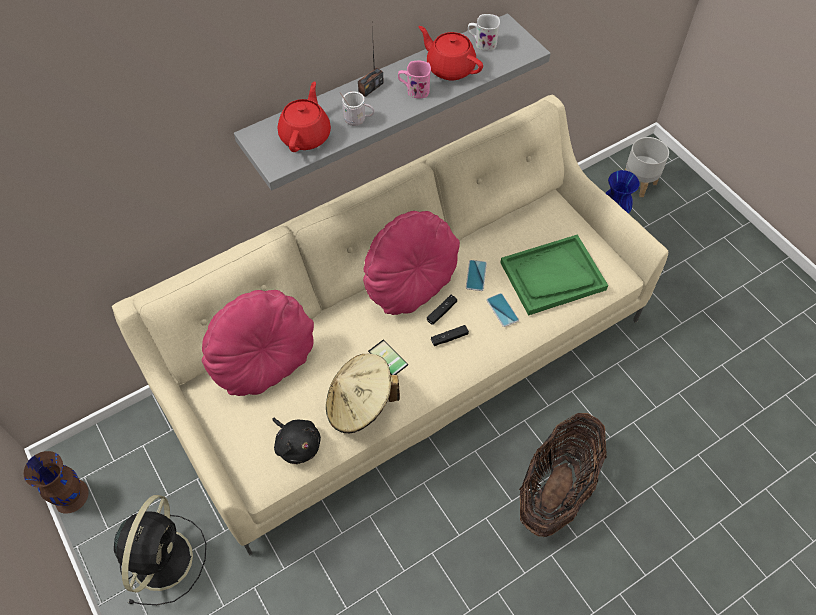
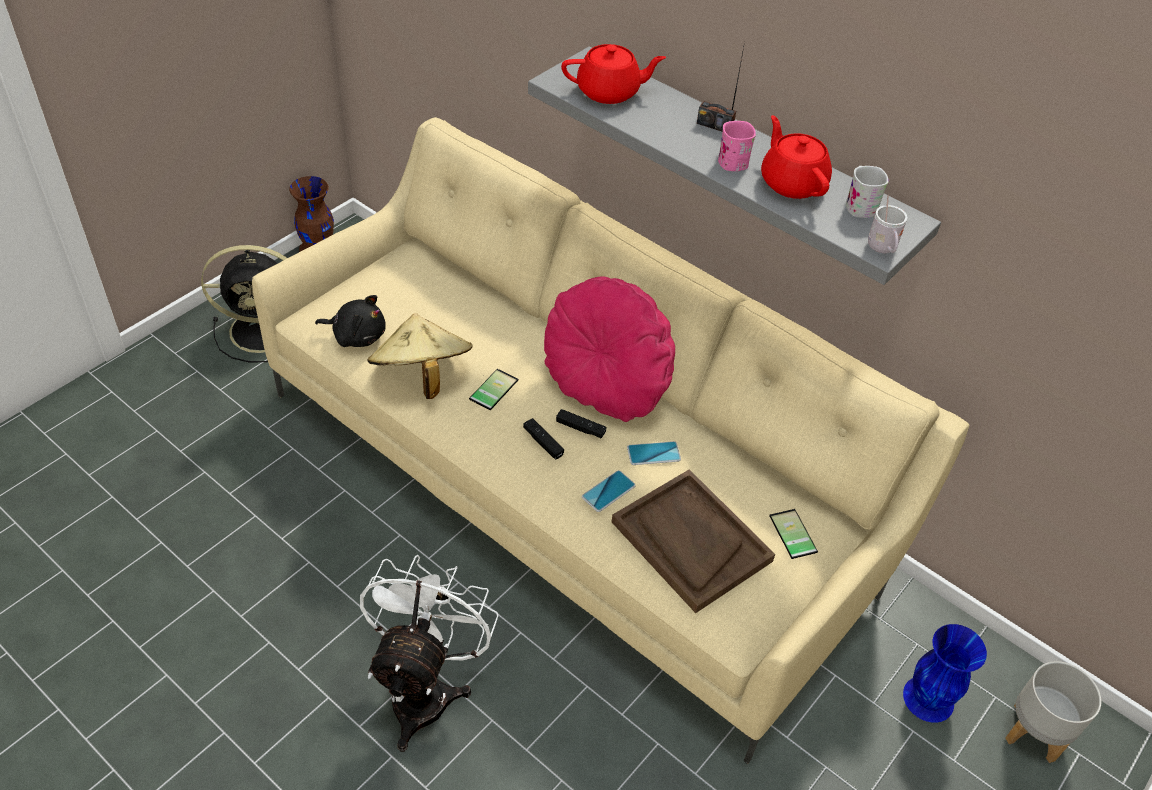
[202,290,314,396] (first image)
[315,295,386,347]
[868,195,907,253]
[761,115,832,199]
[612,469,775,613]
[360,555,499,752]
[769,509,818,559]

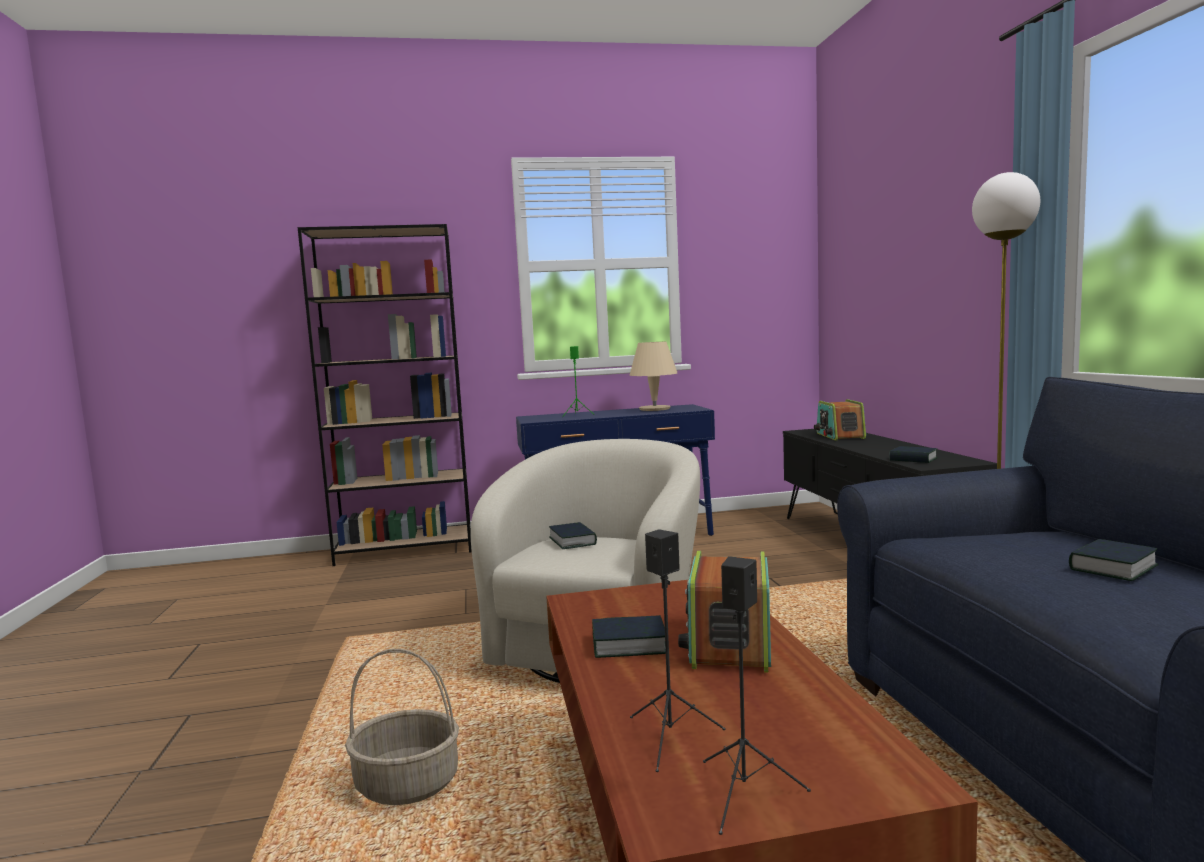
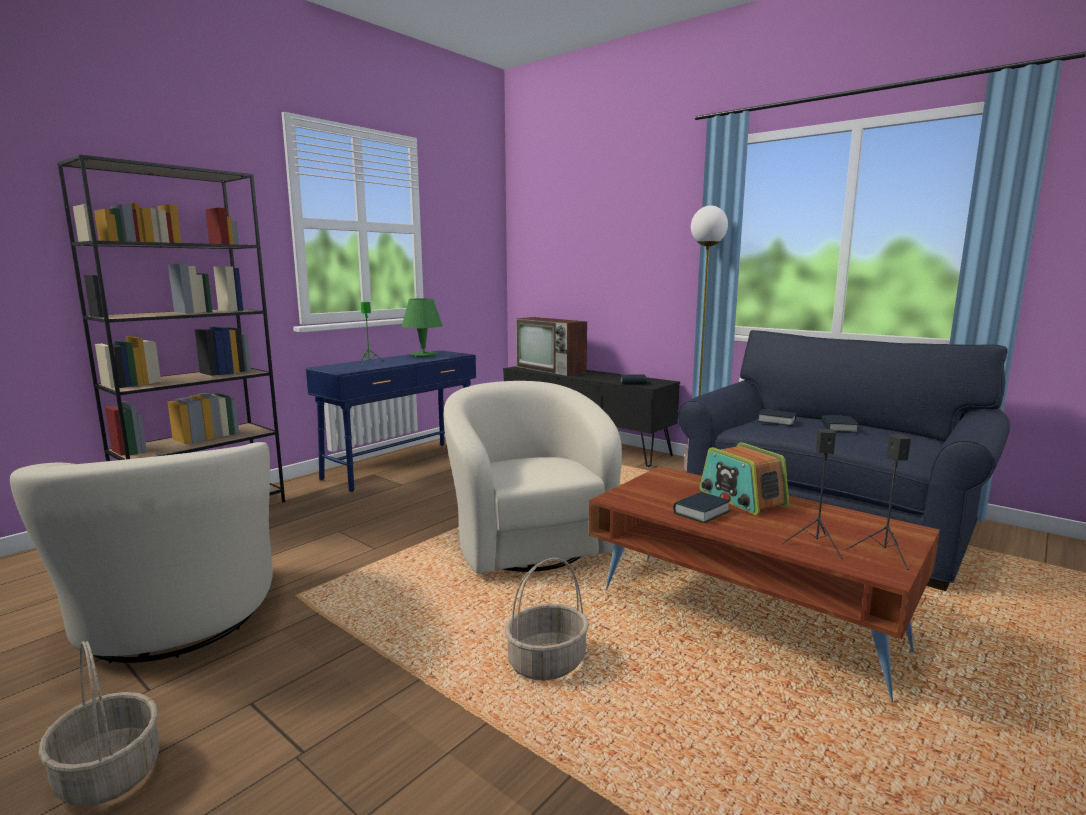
[757,409,796,426]
[402,298,443,357]
[516,317,587,376]
[10,442,273,663]
[38,641,159,806]

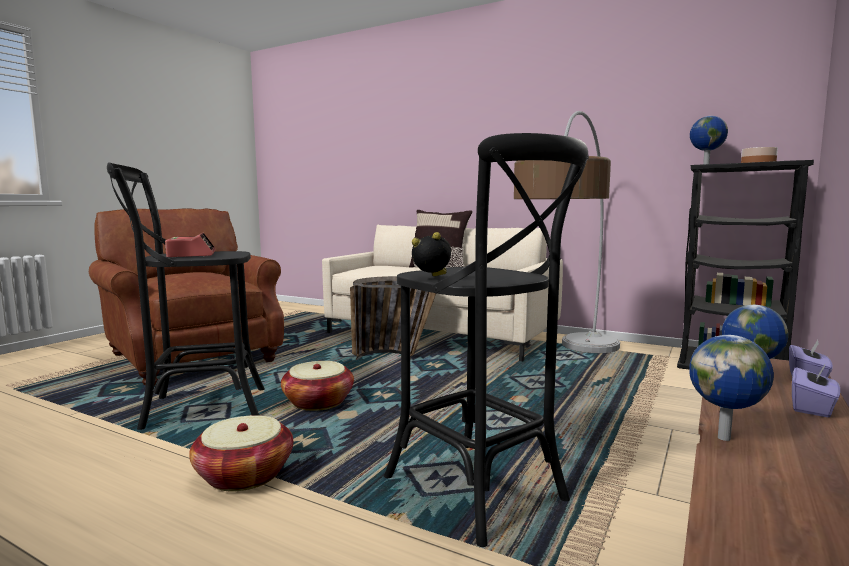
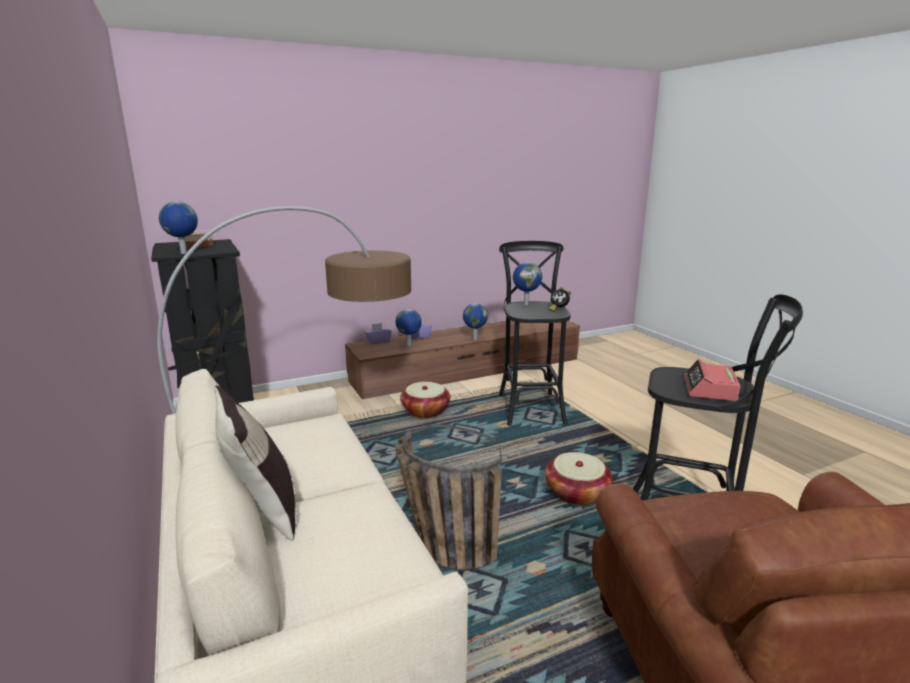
[400,382,450,418]
[513,262,542,305]

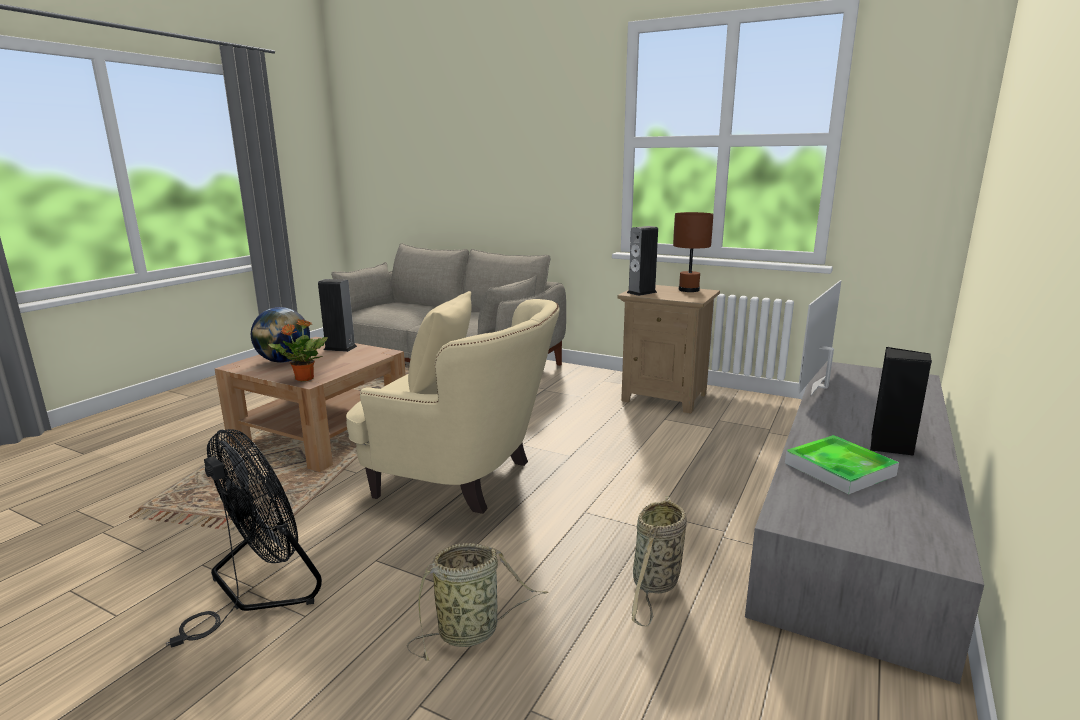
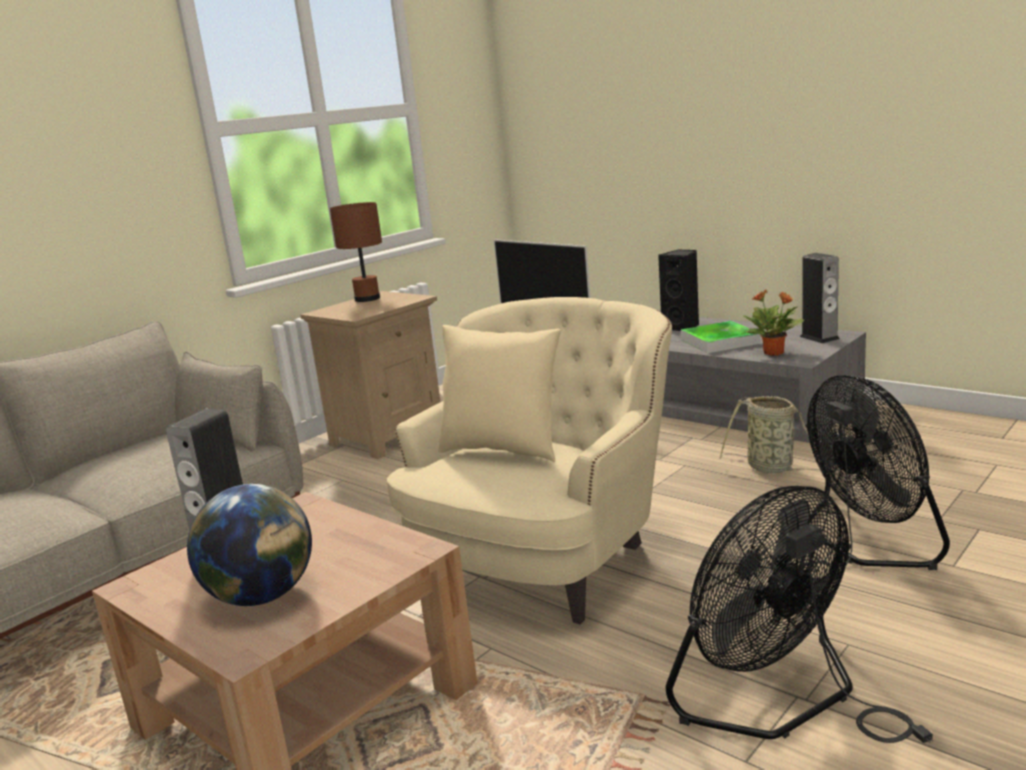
[743,289,804,356]
[804,375,950,580]
[800,253,840,343]

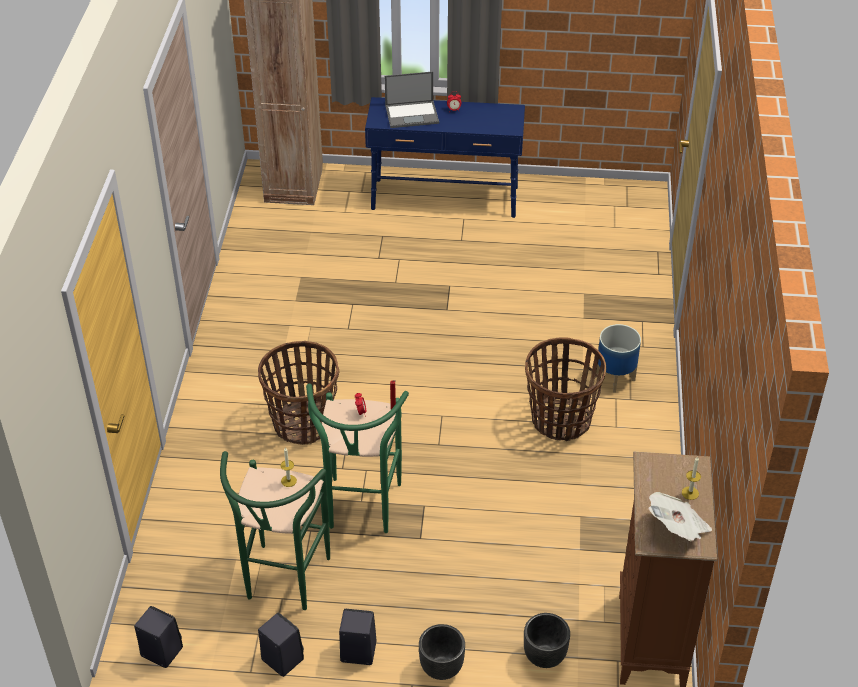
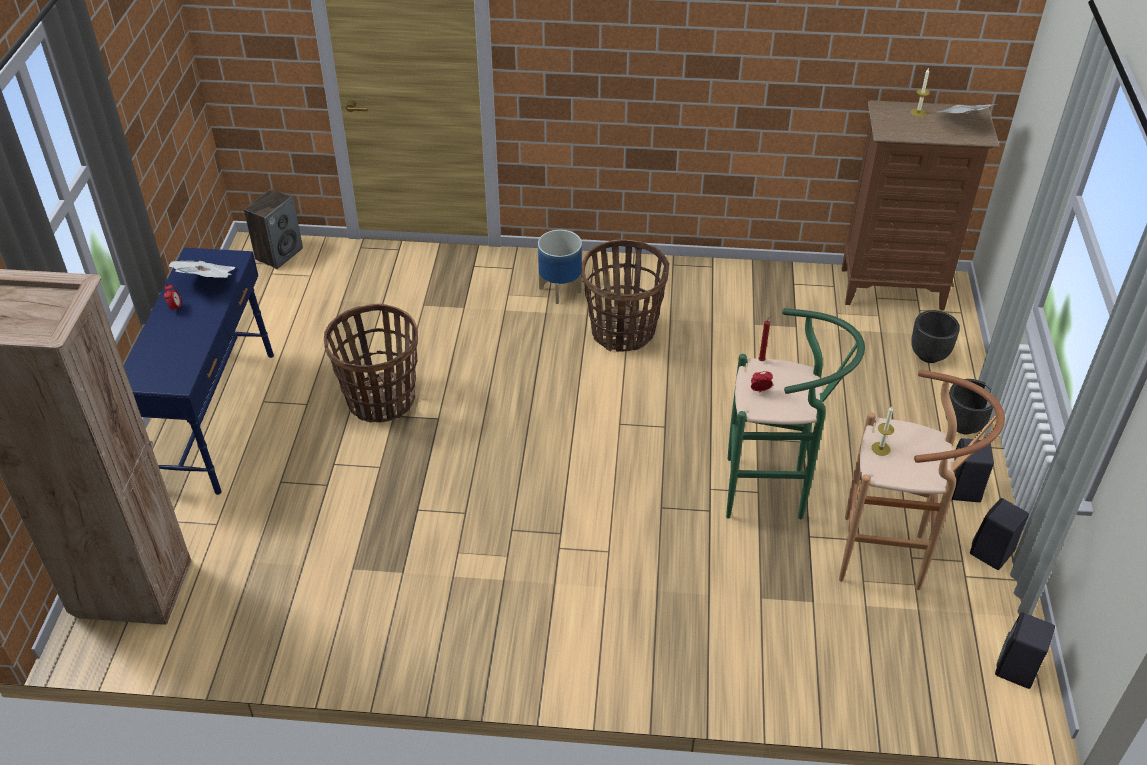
[839,370,1005,590]
[324,304,418,422]
[385,71,439,128] (first image)
[169,261,235,278]
[244,189,303,269]

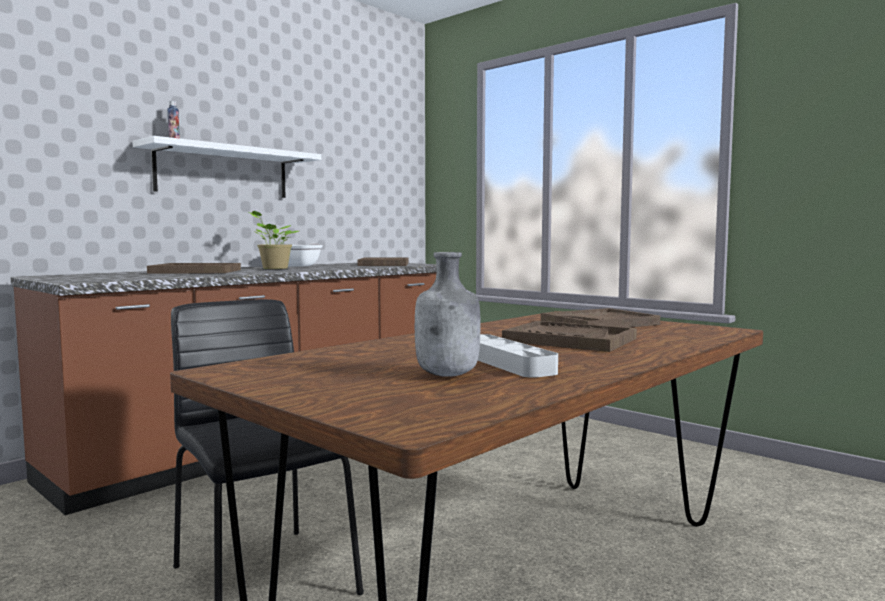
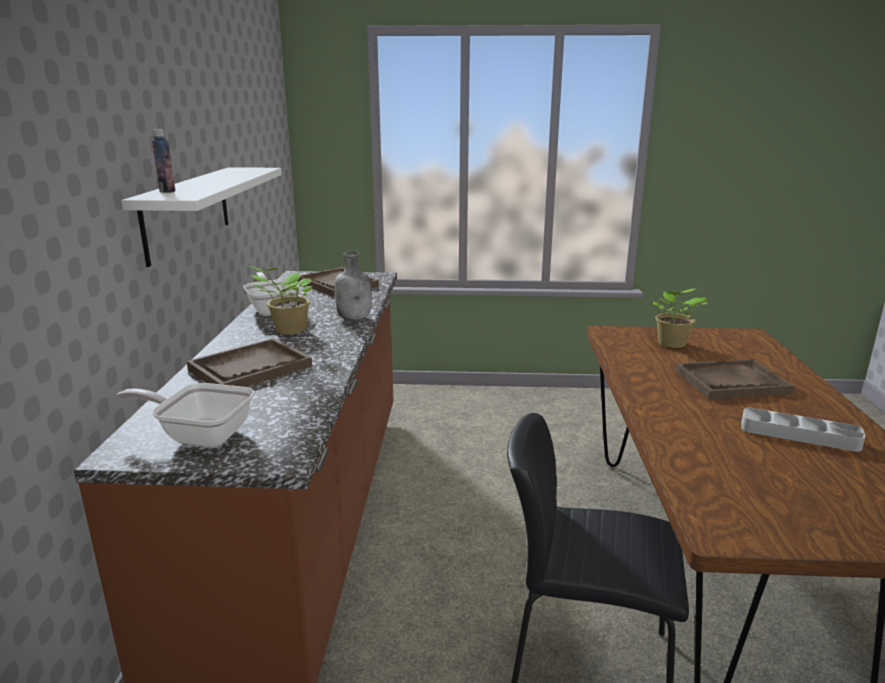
[335,251,372,320]
[653,289,707,348]
[117,383,254,447]

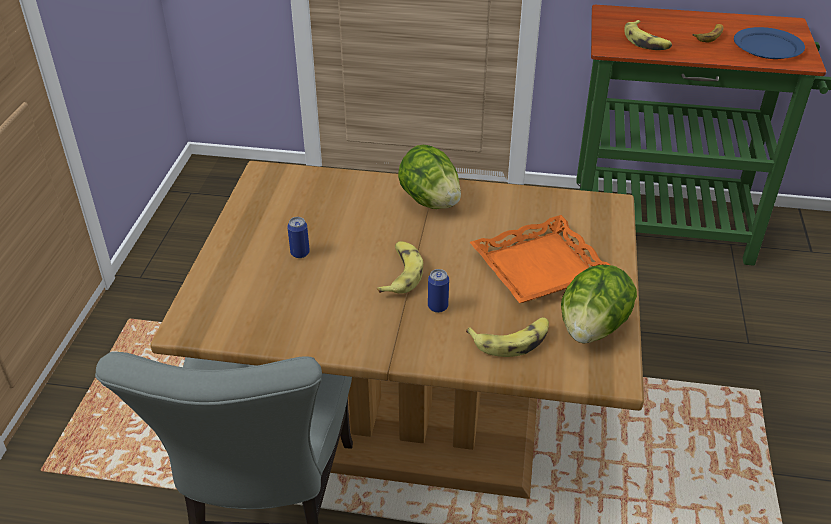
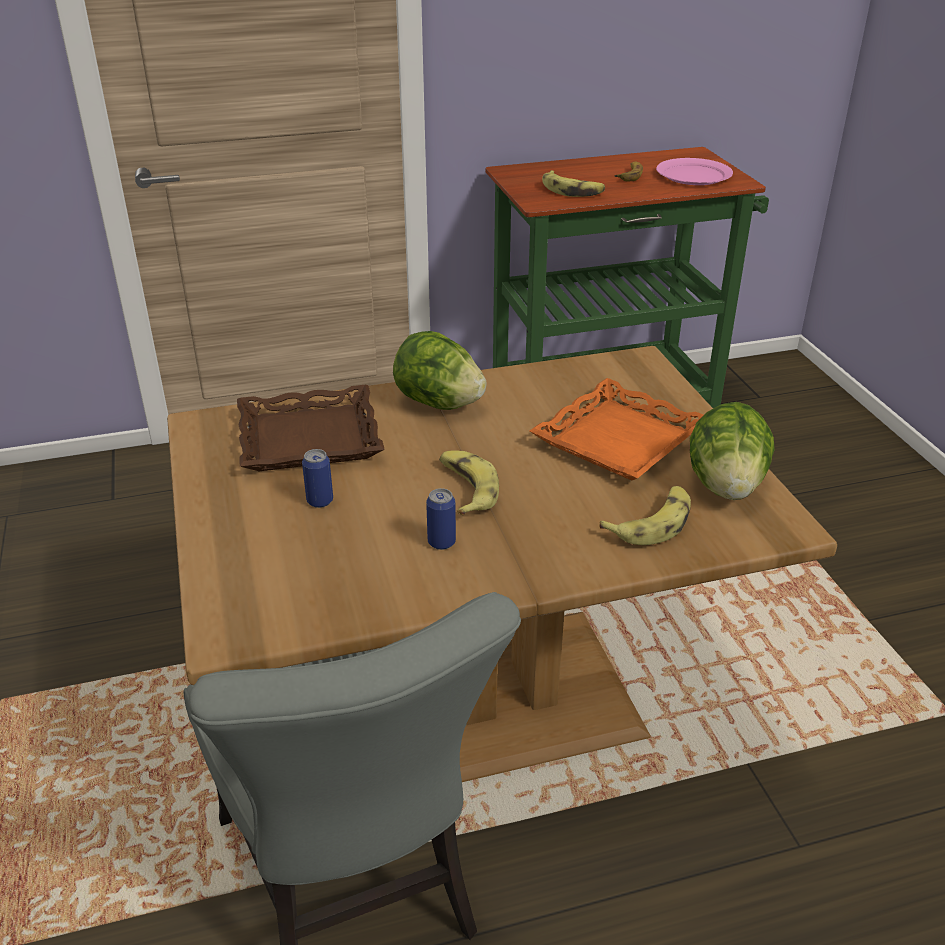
[426,488,456,550]
[656,158,733,185]
[237,385,385,471]

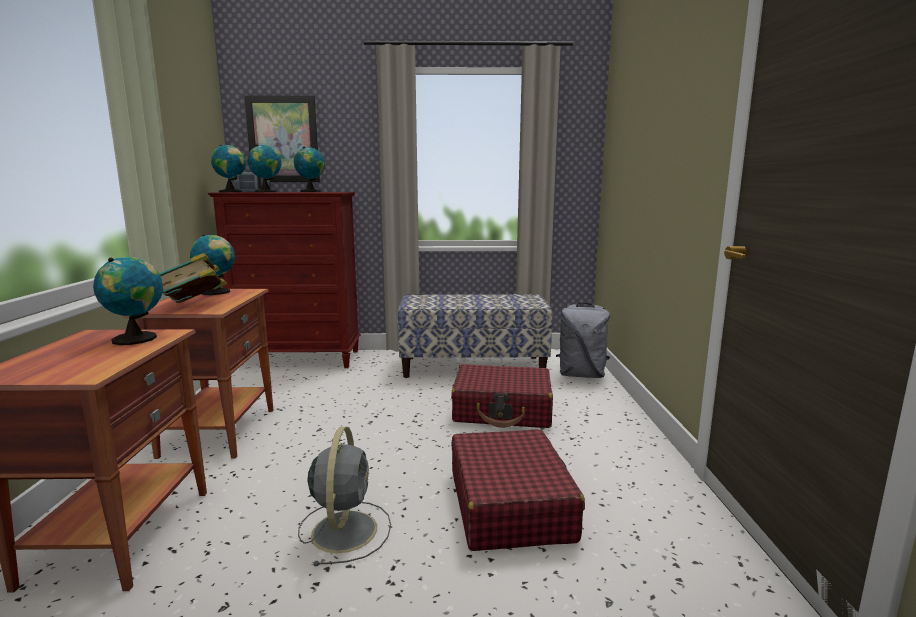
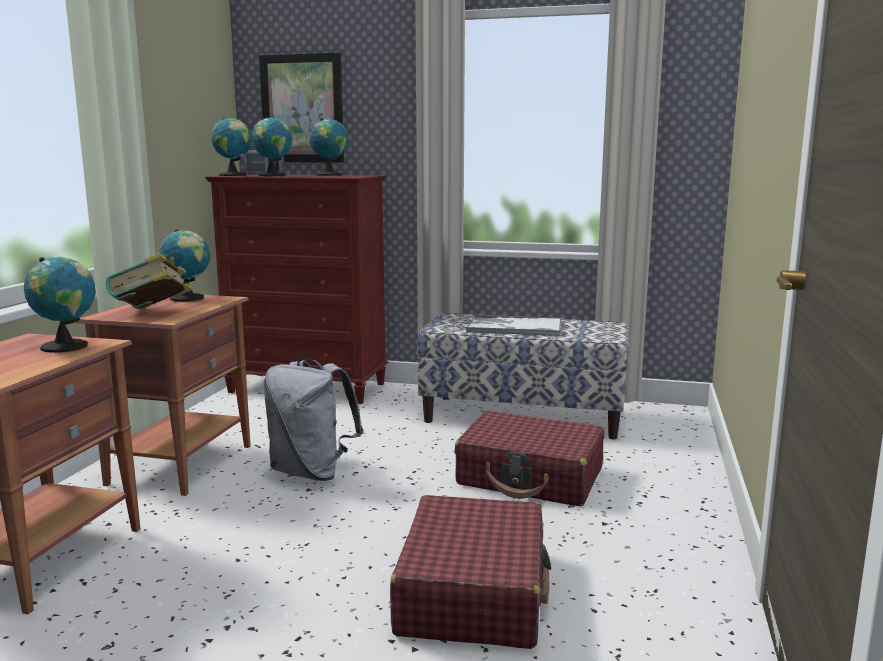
[298,427,391,566] (first image)
[263,358,363,481]
[466,315,561,336]

